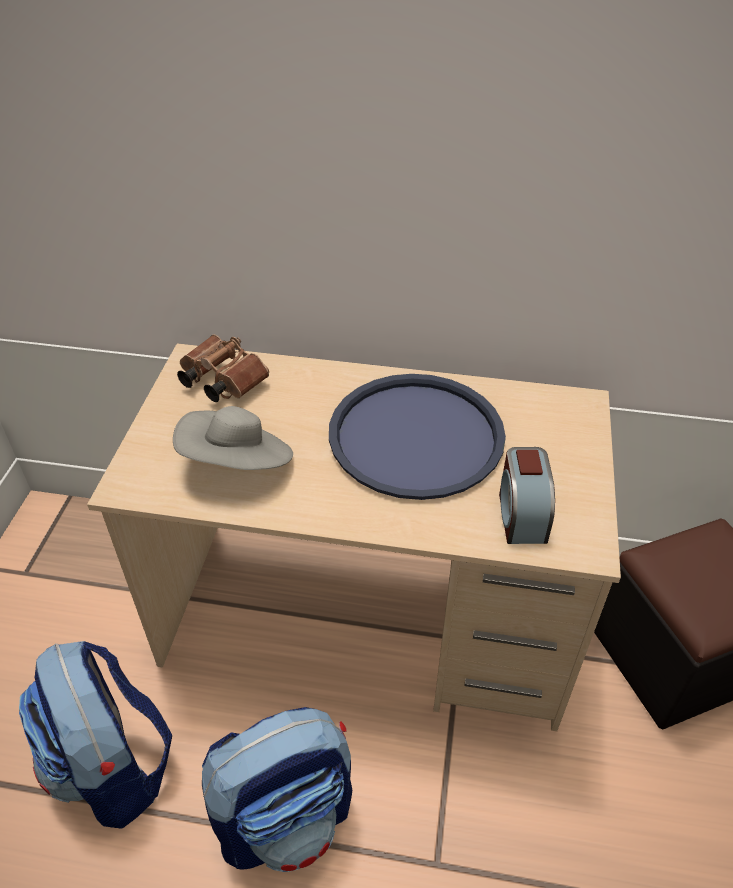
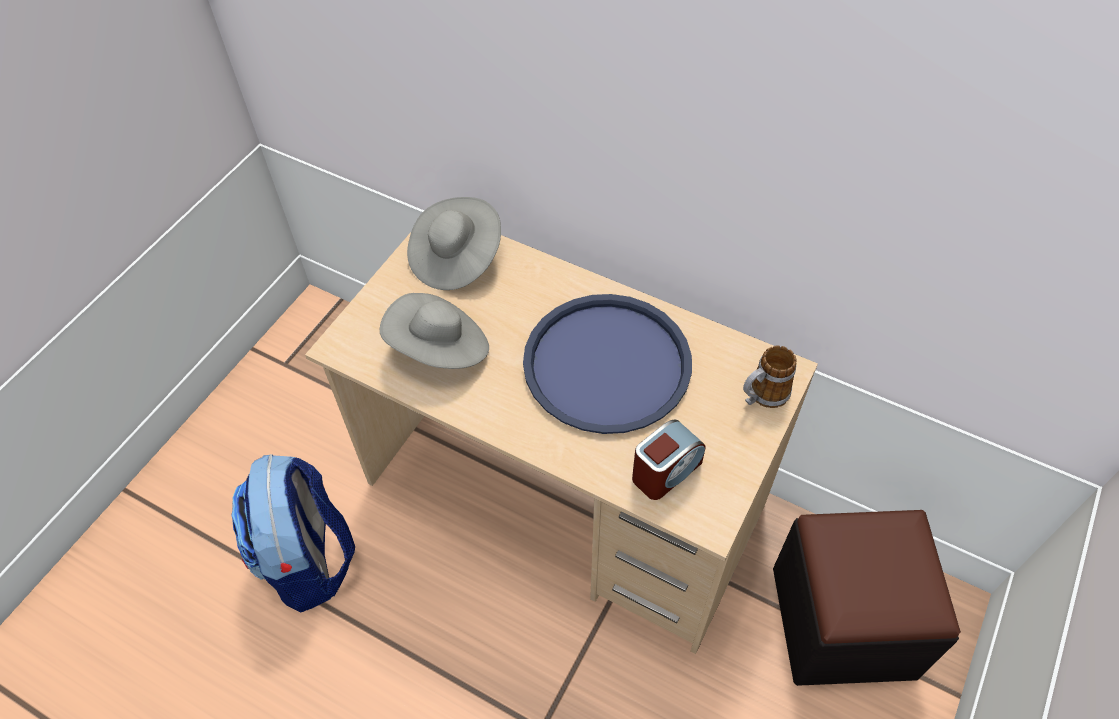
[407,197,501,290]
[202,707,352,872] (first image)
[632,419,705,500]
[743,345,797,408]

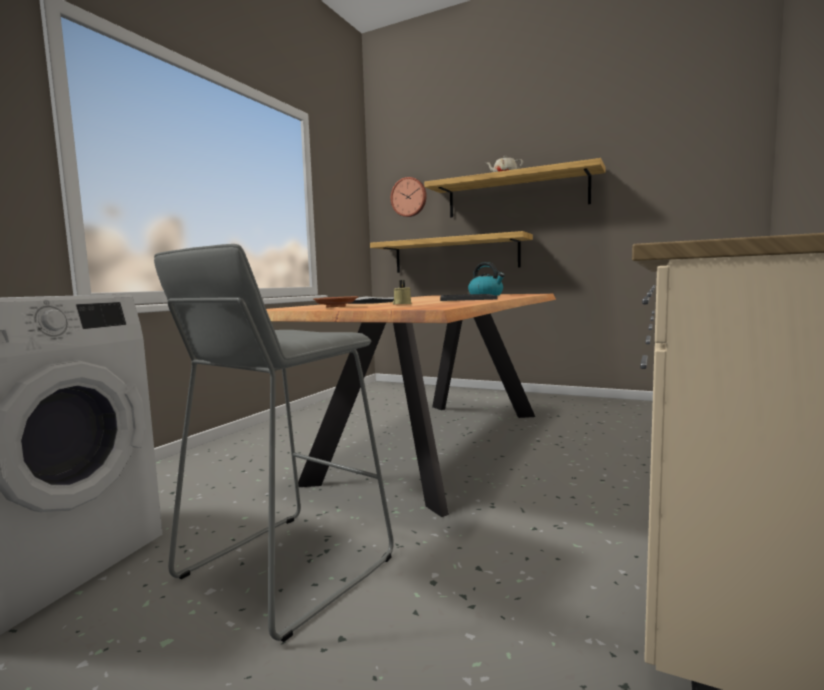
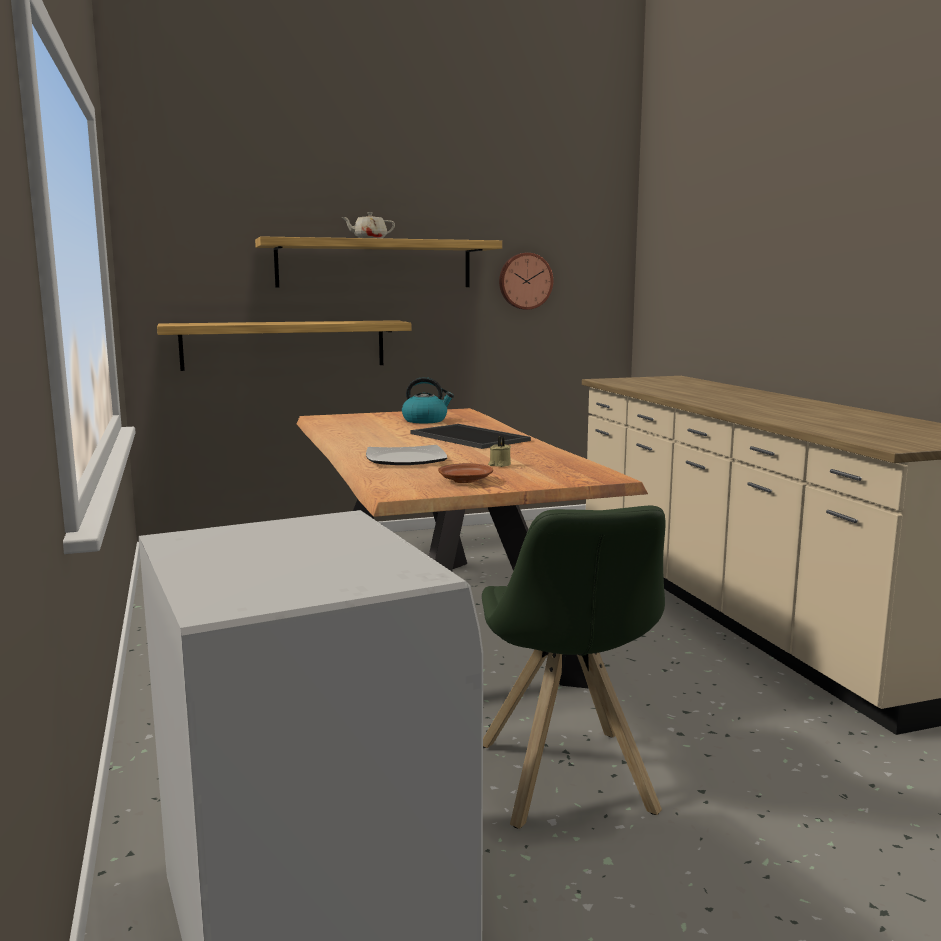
[482,506,666,829]
[499,253,553,310]

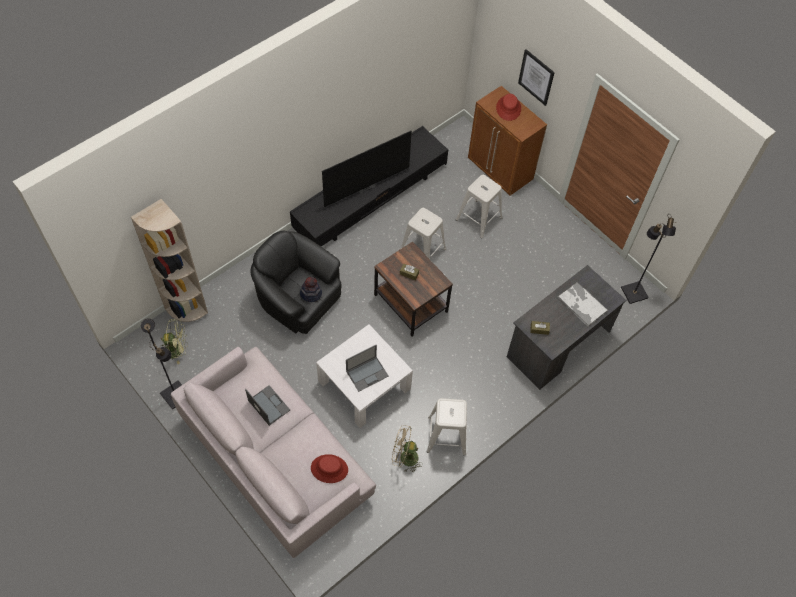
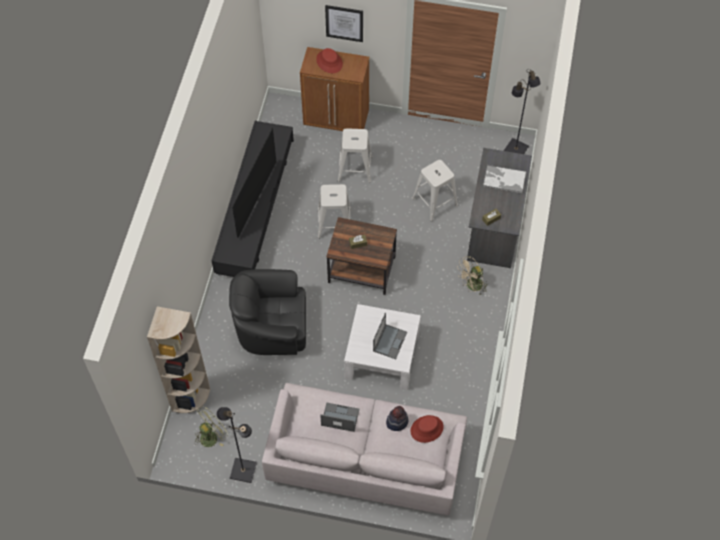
[386,406,408,431]
[457,256,489,296]
[412,160,458,222]

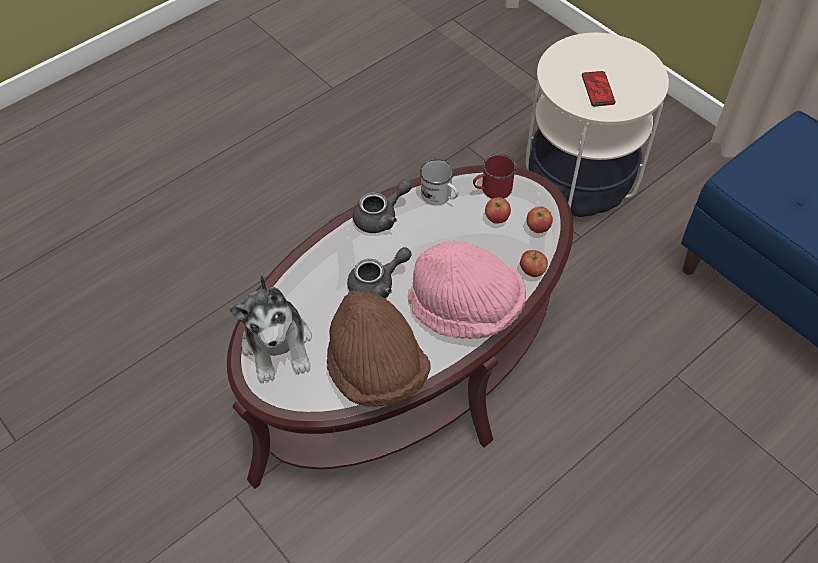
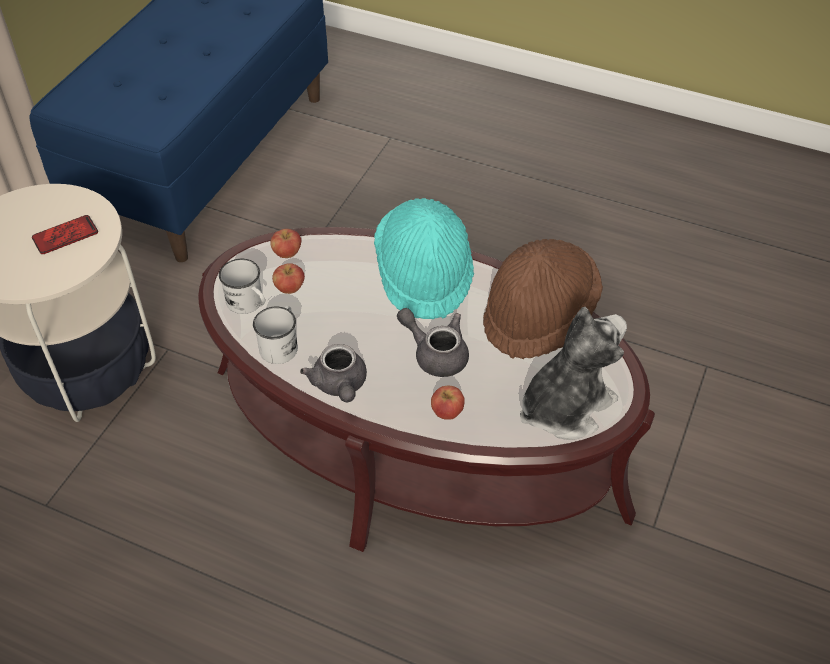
[300,344,367,402]
[374,198,474,319]
[219,259,265,314]
[431,386,465,419]

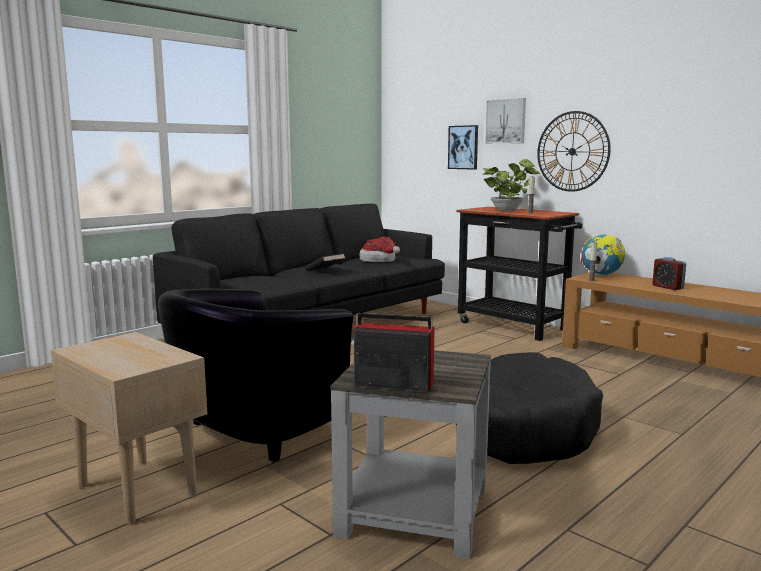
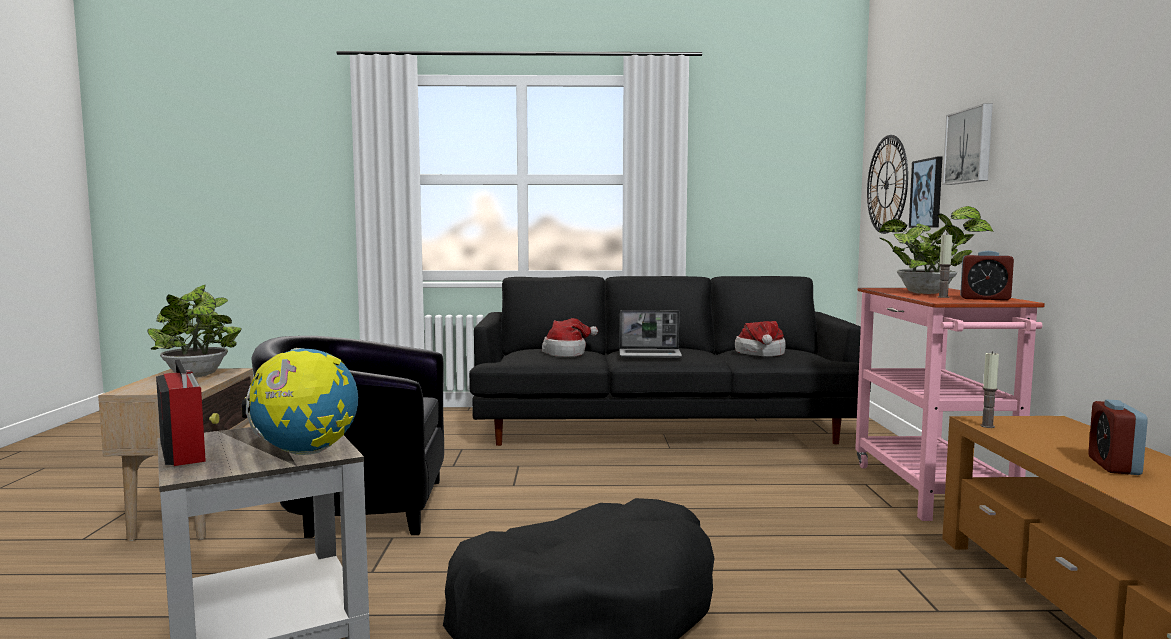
[620,310,682,358]
[855,288,1045,521]
[867,135,908,234]
[242,348,358,455]
[147,284,242,377]
[542,318,598,357]
[960,251,1014,300]

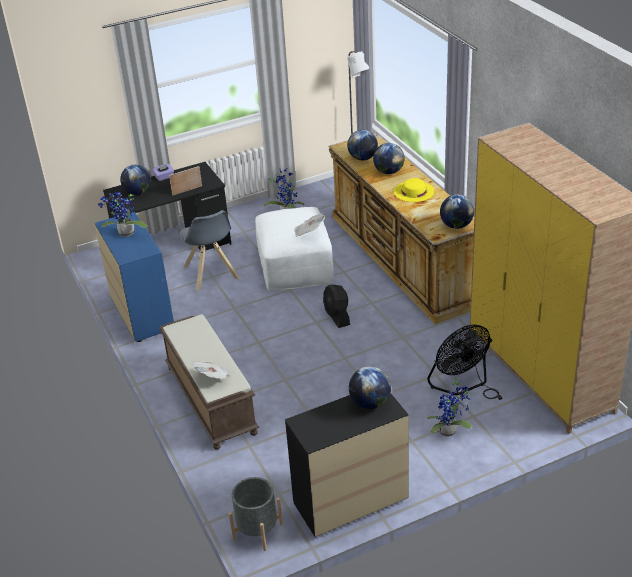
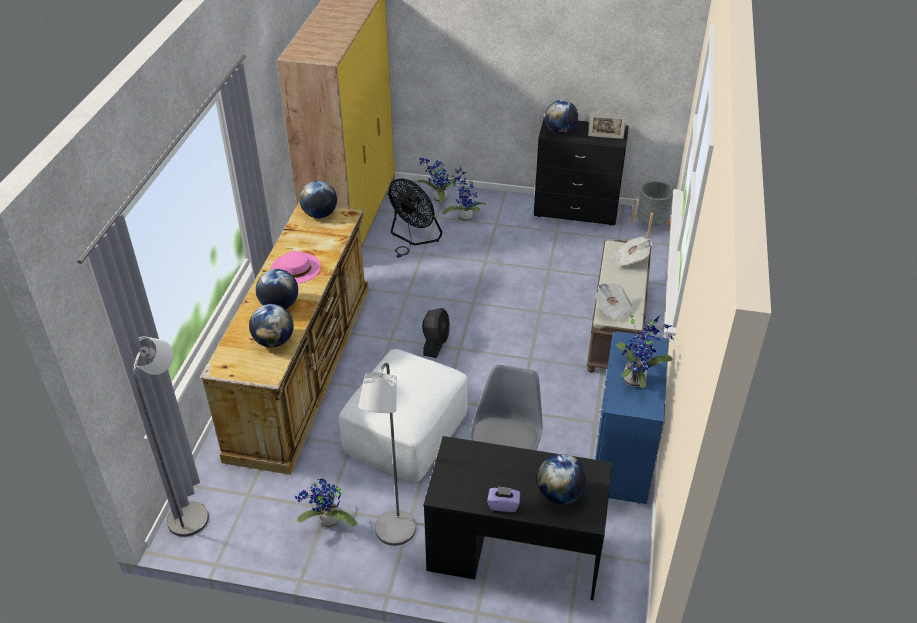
[588,113,626,139]
[595,283,634,324]
[270,251,321,284]
[387,179,442,258]
[358,363,416,546]
[417,158,454,203]

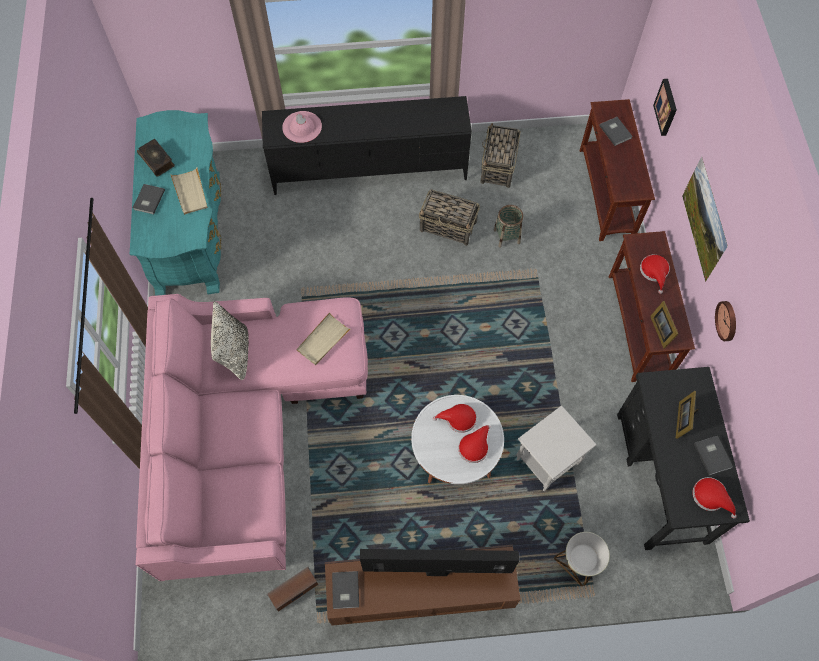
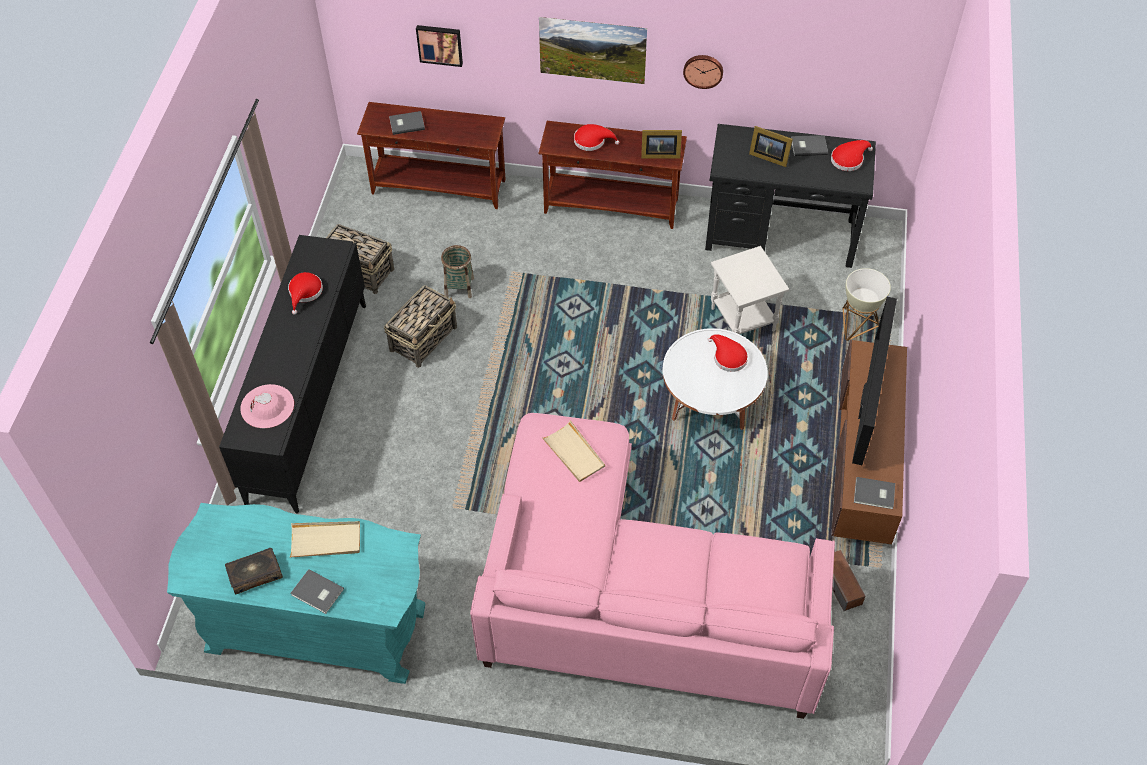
[211,302,249,380] (first image)
[288,272,323,315]

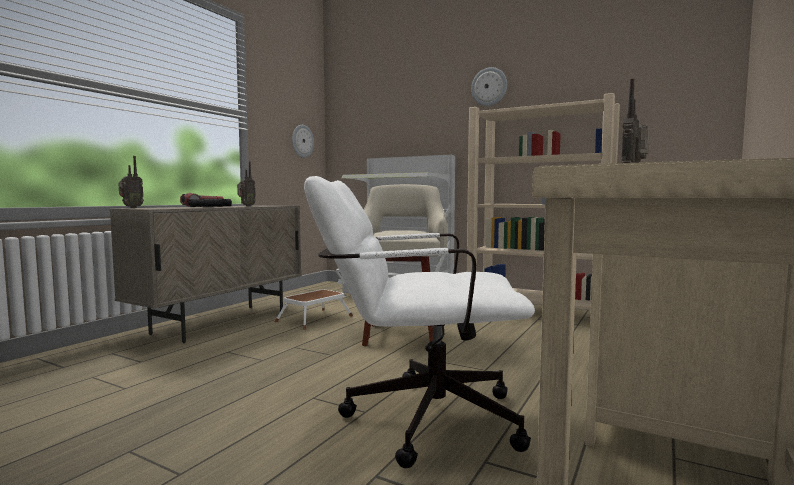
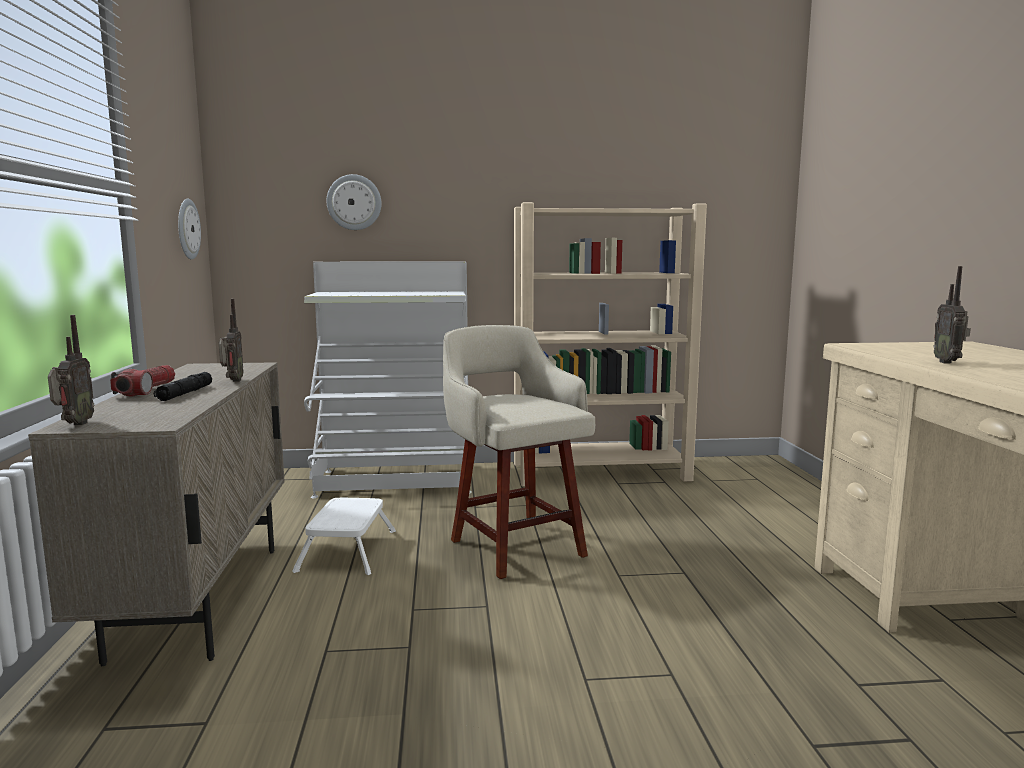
[292,498,396,575]
[304,176,535,468] (first image)
[326,174,382,230]

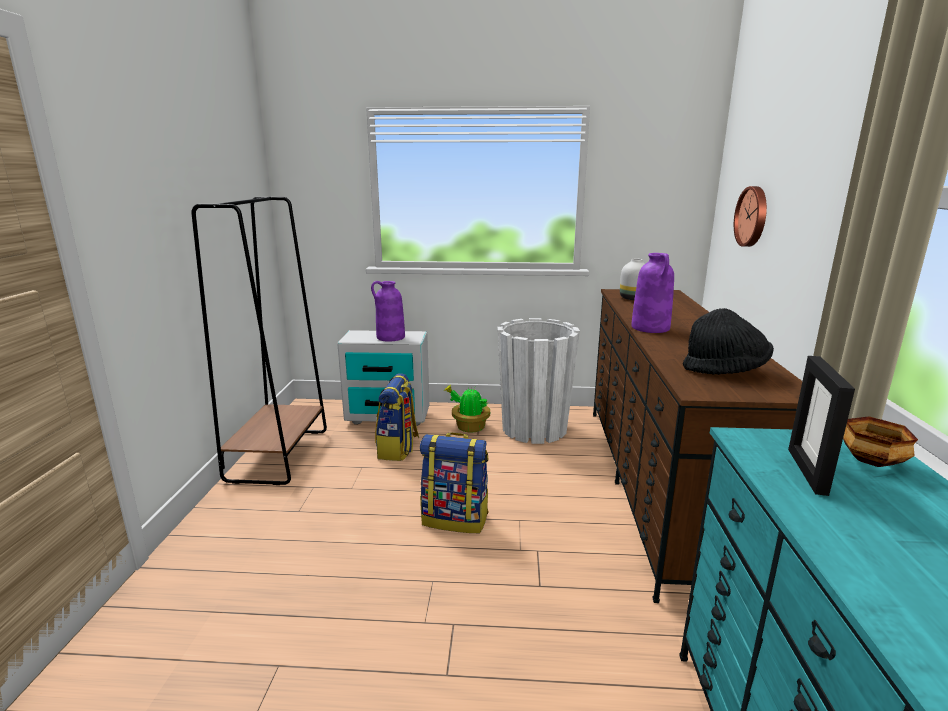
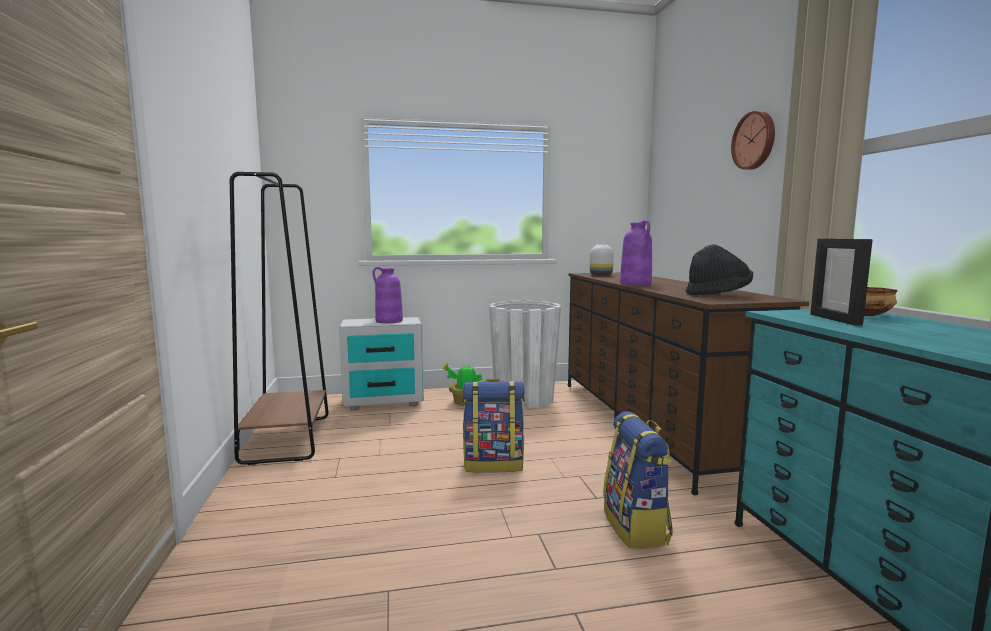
[603,411,673,548]
[731,111,775,170]

